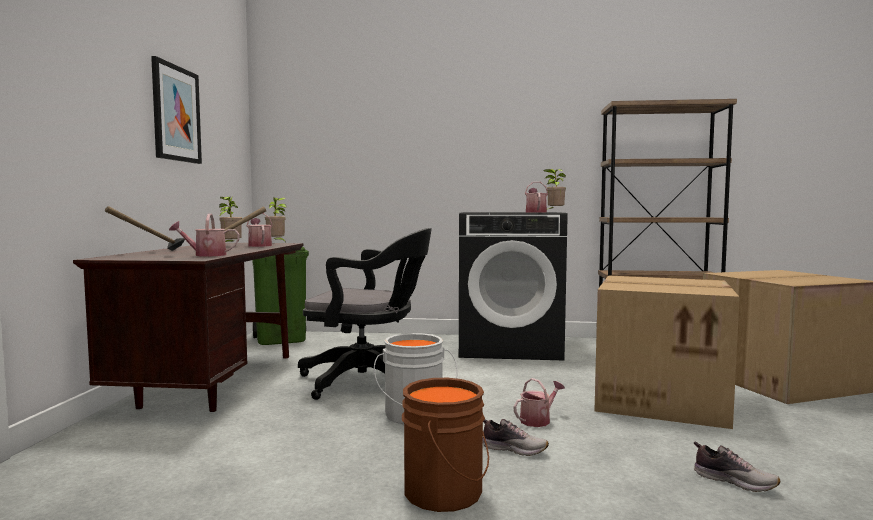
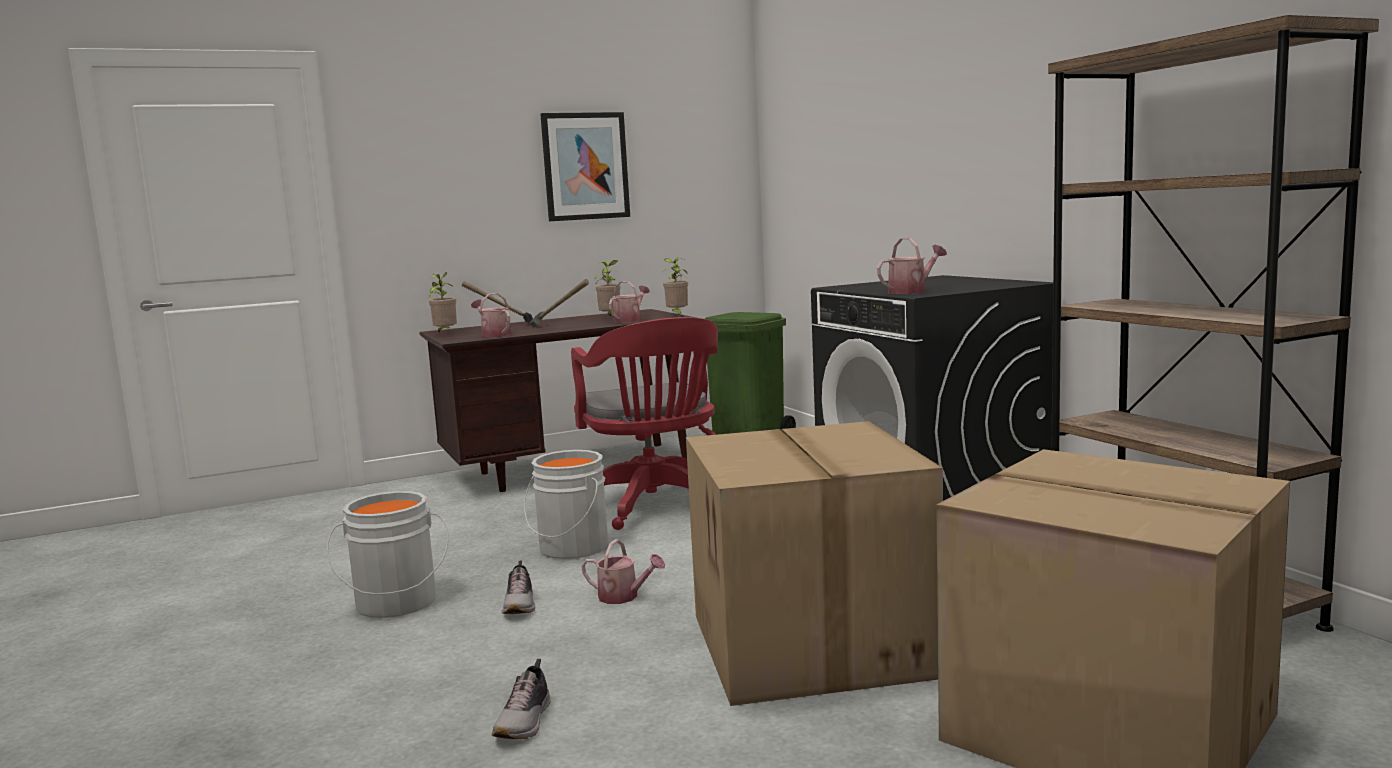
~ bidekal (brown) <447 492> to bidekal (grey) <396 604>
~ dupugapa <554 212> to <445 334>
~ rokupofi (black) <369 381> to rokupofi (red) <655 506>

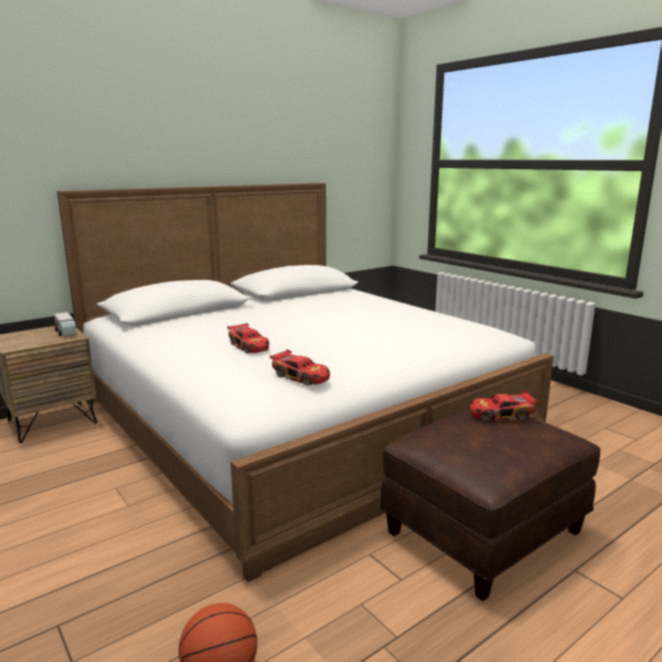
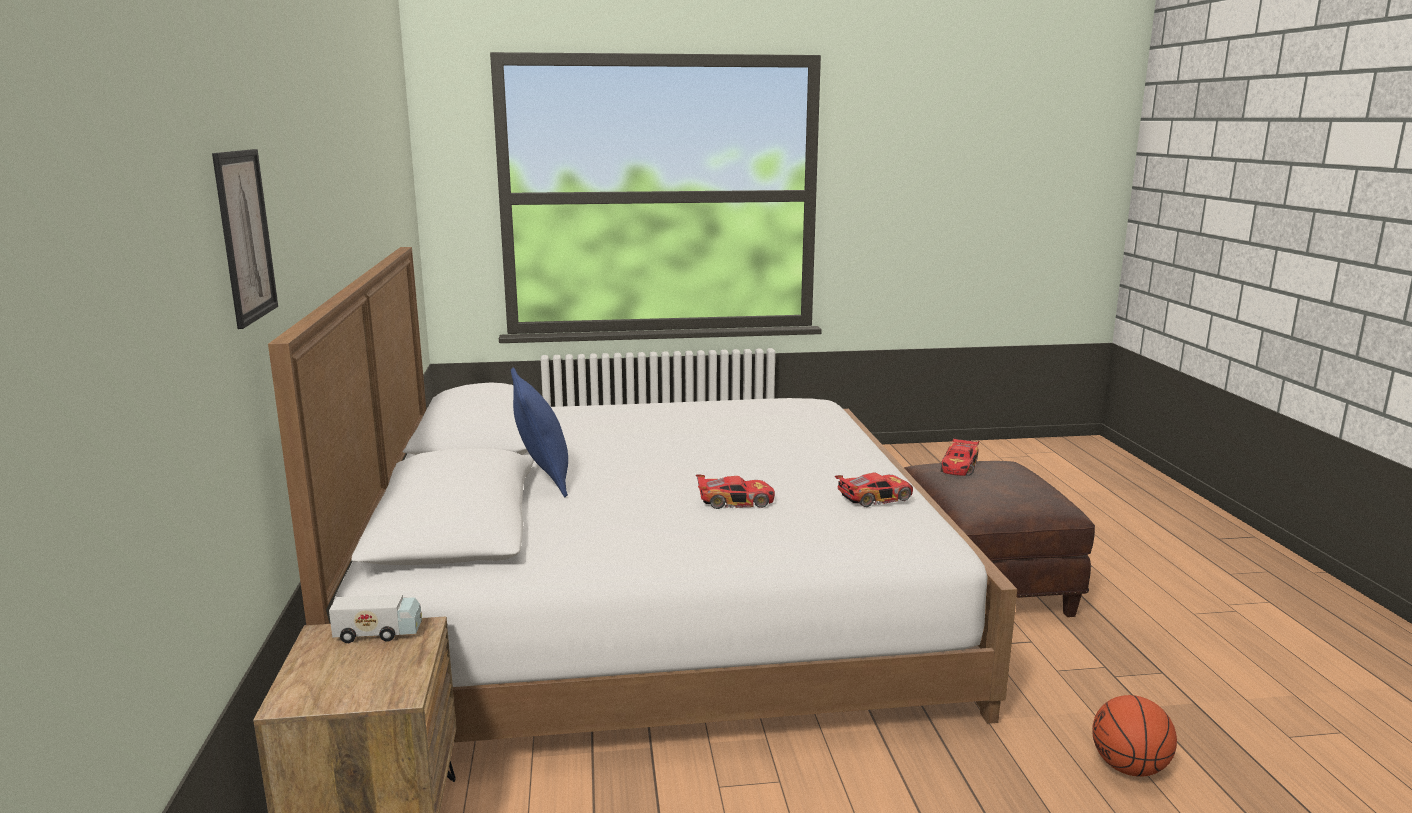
+ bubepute <245 236>
+ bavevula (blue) <543 478>

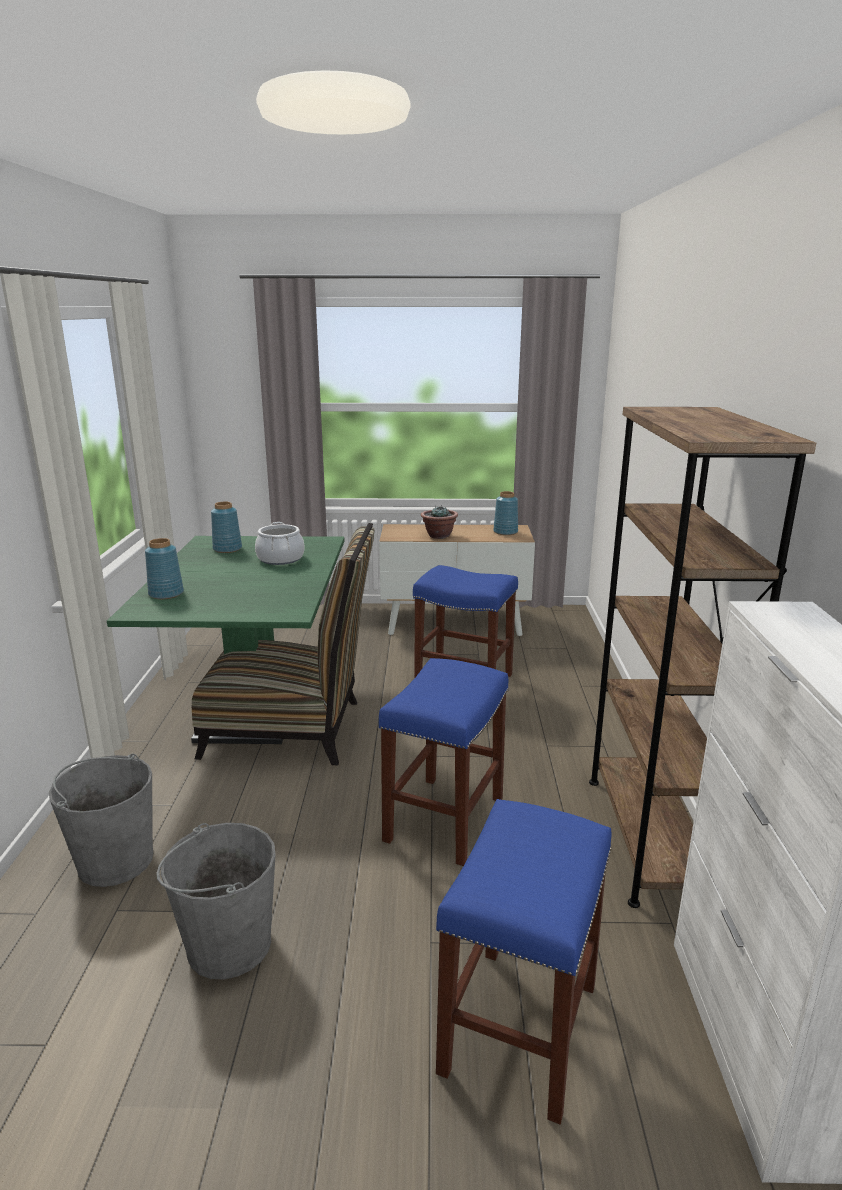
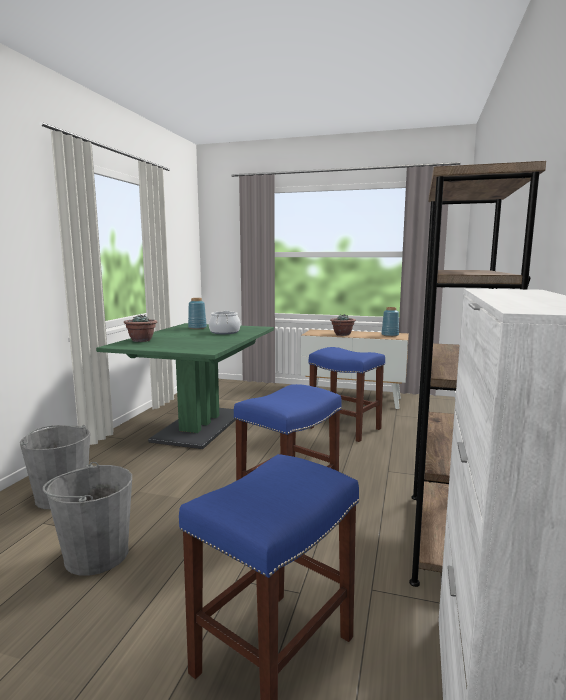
~ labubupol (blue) <166 594> to dupugapa <141 340>
- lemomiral <293 729>

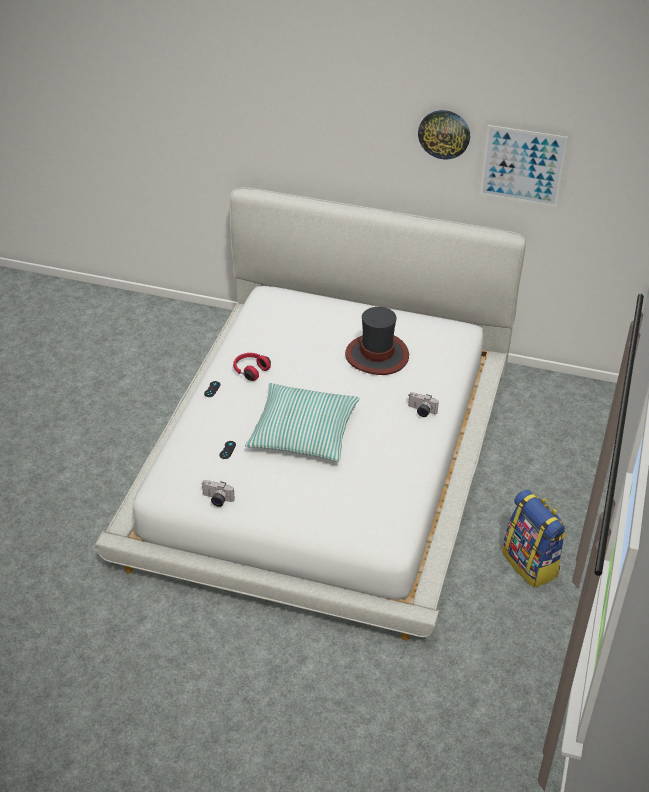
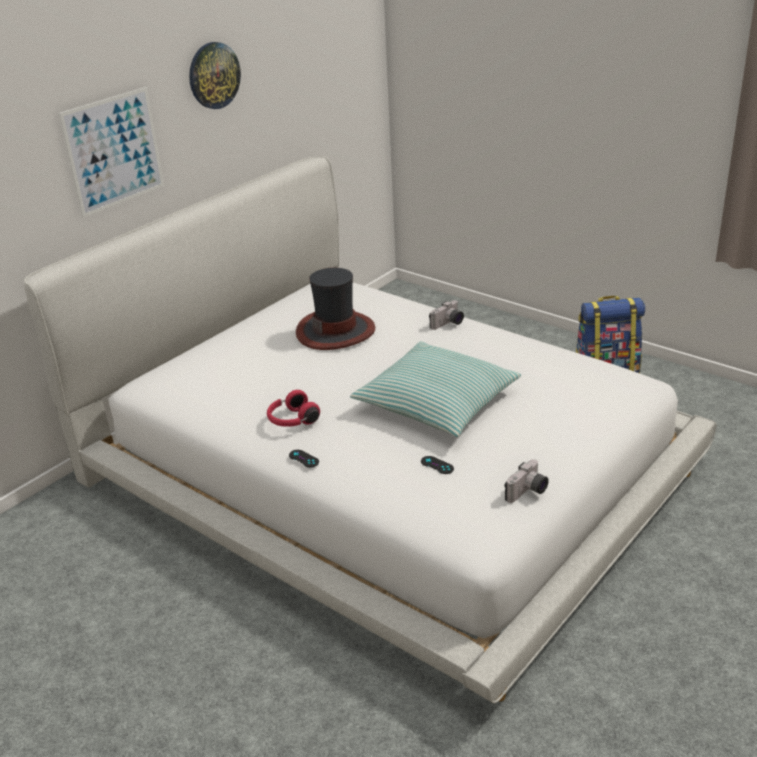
~ bubepute <522 166> to <114 151>

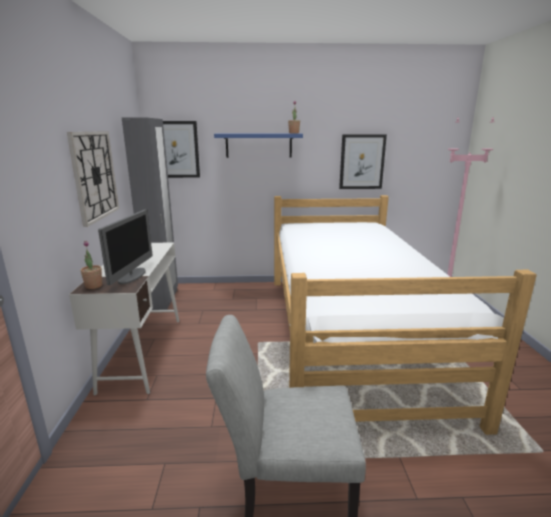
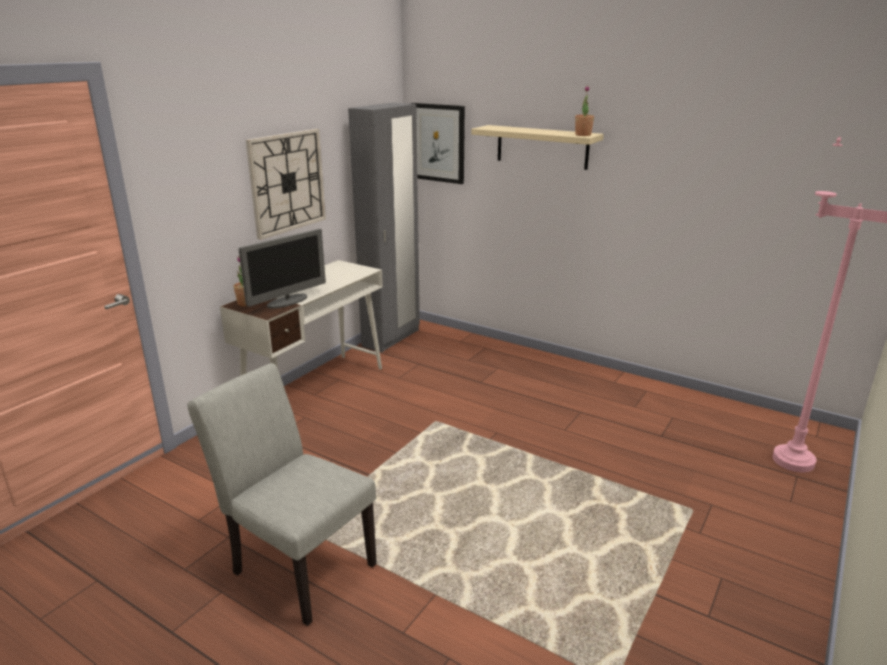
~ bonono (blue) <258 145> to bonono (beige) <542 147>
- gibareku <349 334>
- bubepute <362 162>

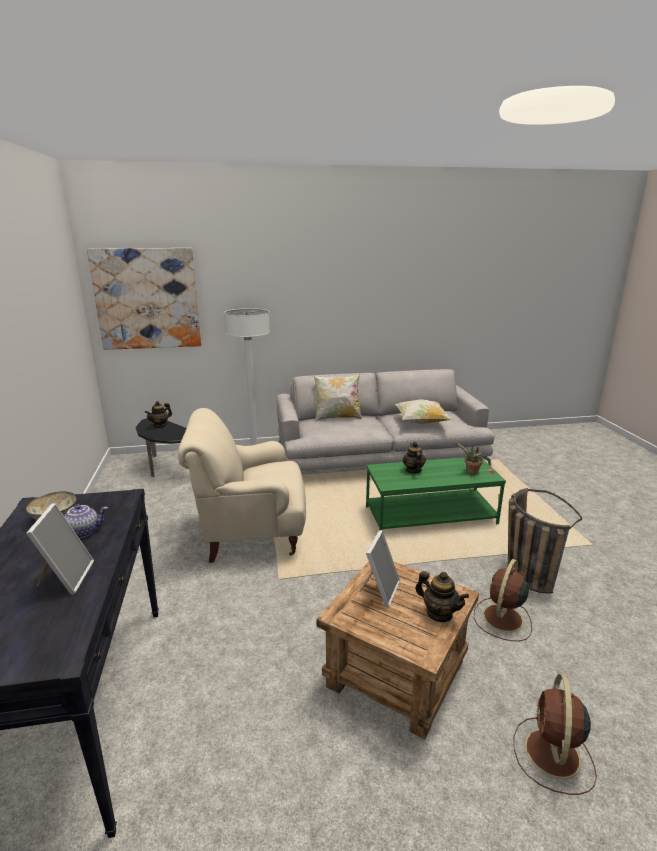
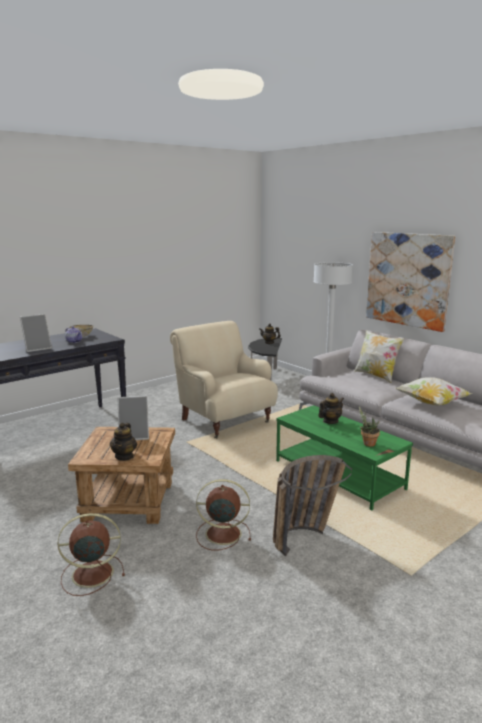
~ bubepute <147 299> to <408 279>

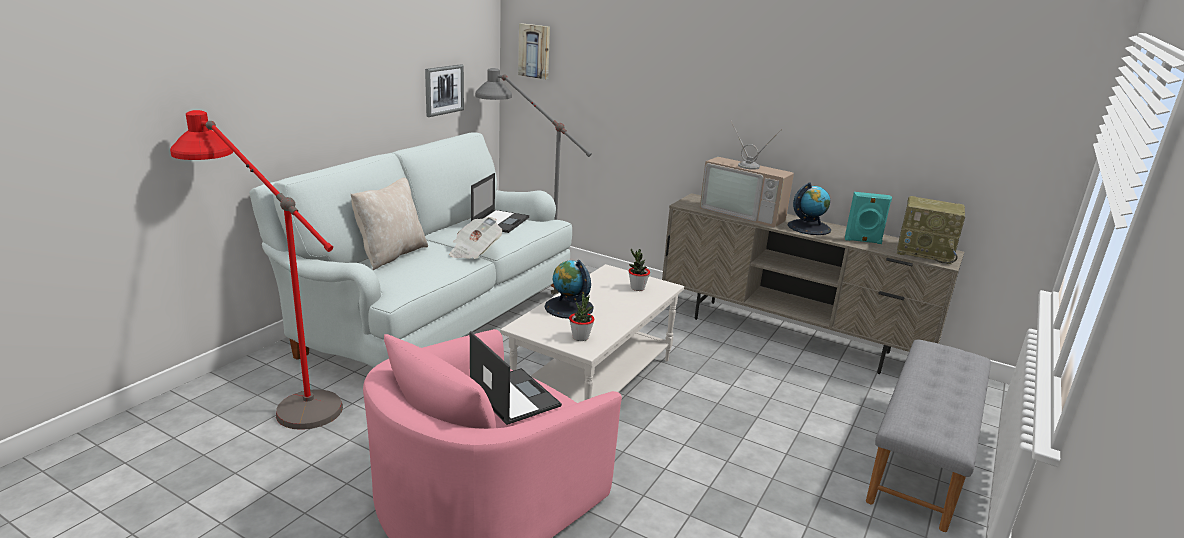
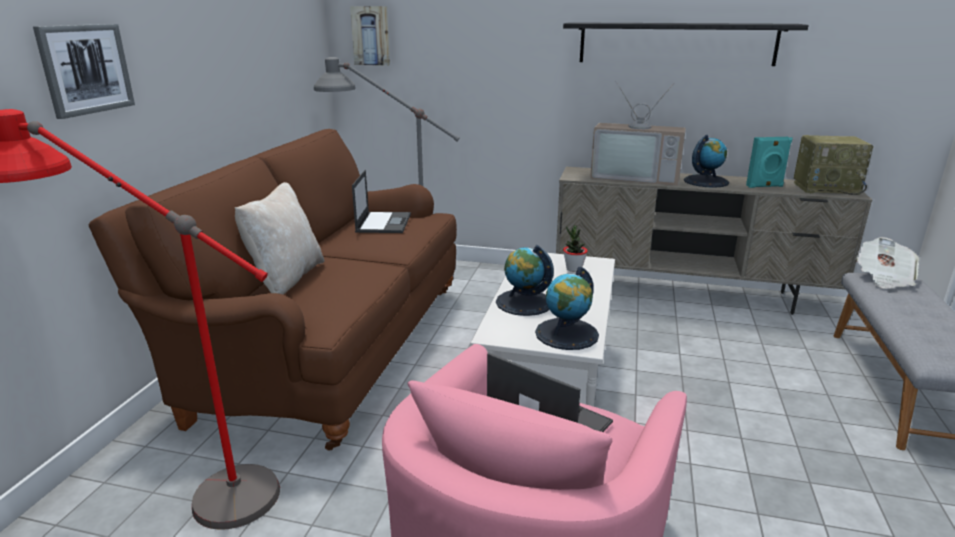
~ bubepute <443 90> to <85 69>
~ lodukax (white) <433 319> to lodukax (brown) <327 347>
~ dupugapa <580 337> to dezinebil <567 334>
+ bonono (black) <676 43>
~ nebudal <474 252> to <883 278>

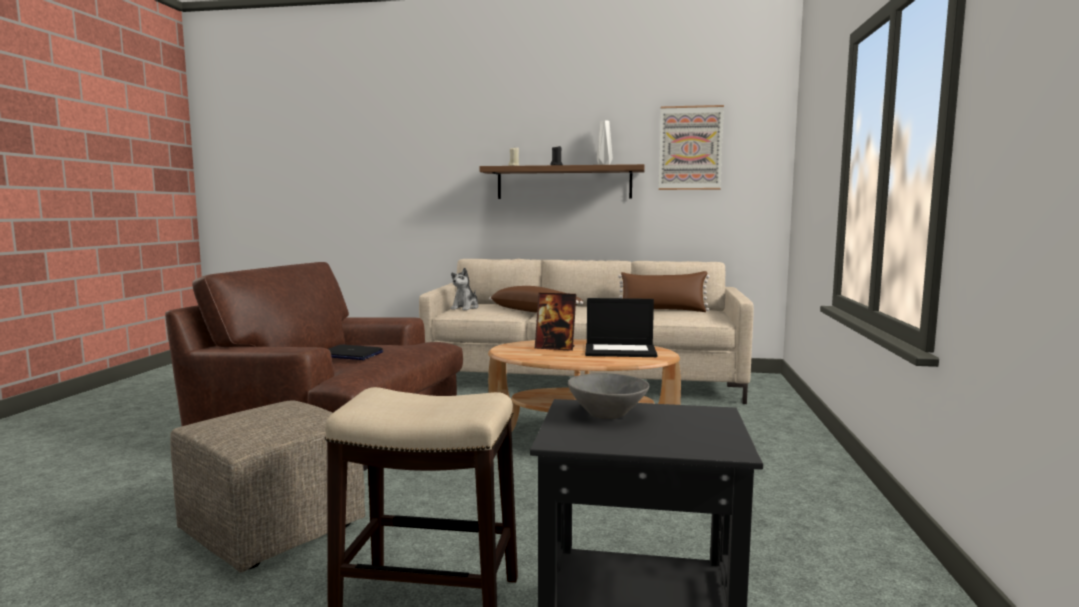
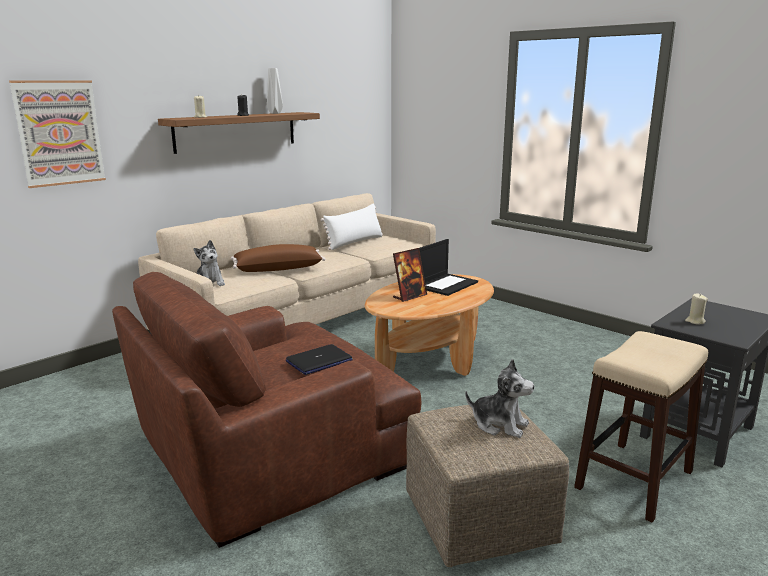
~ bubepute <690 148> to <59 133>
~ bavevula (brown) <662 310> to bavevula (white) <354 242>
+ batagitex <499 425>
~ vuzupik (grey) <608 415> to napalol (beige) <695 321>

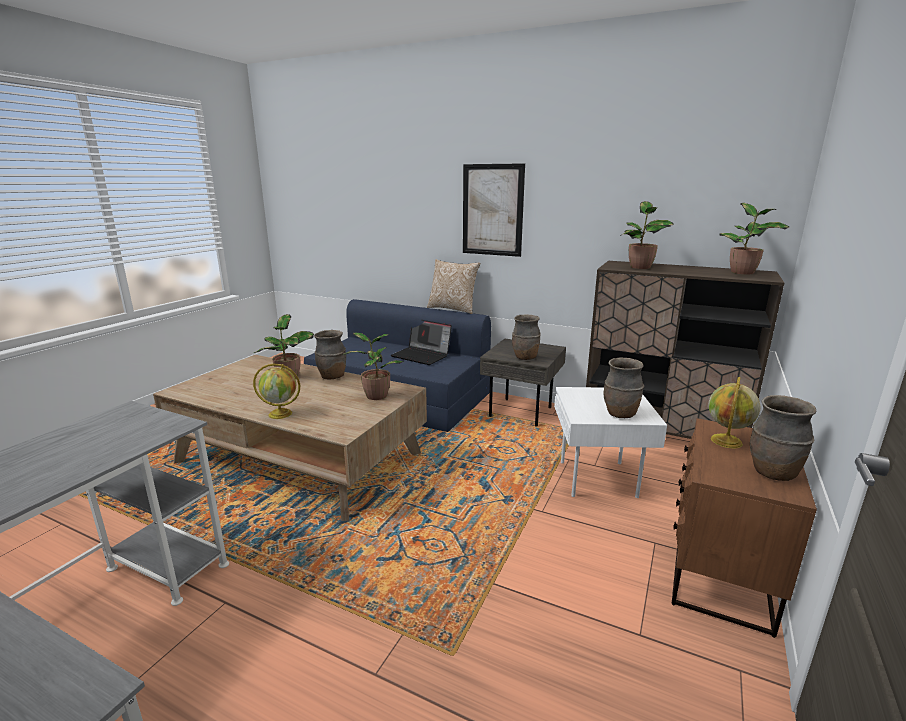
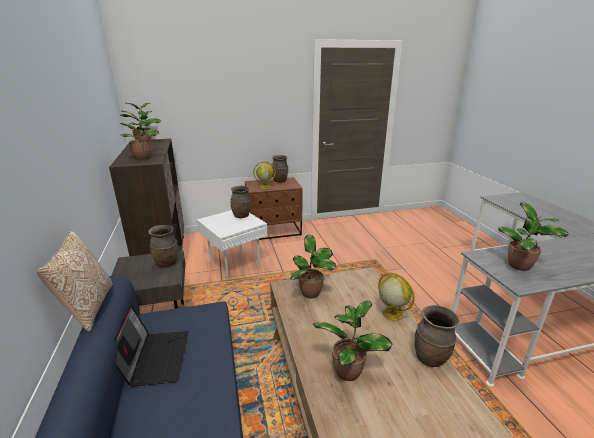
~ labubupol (brown) <332 377> to <430 359>
+ dupugapa <520 266>
- bubepute <492 210>

